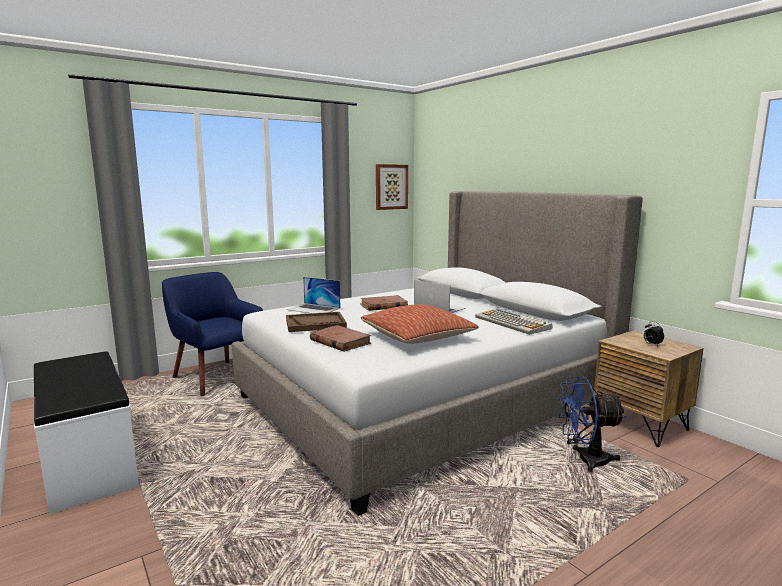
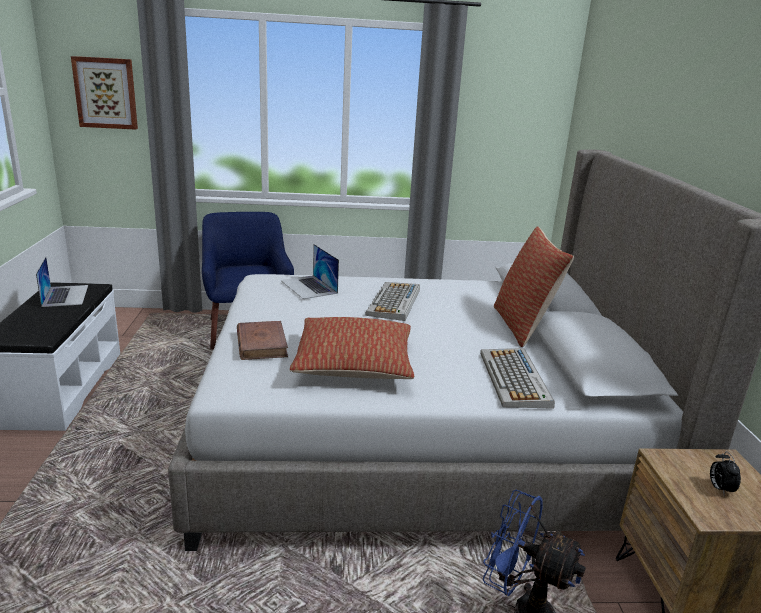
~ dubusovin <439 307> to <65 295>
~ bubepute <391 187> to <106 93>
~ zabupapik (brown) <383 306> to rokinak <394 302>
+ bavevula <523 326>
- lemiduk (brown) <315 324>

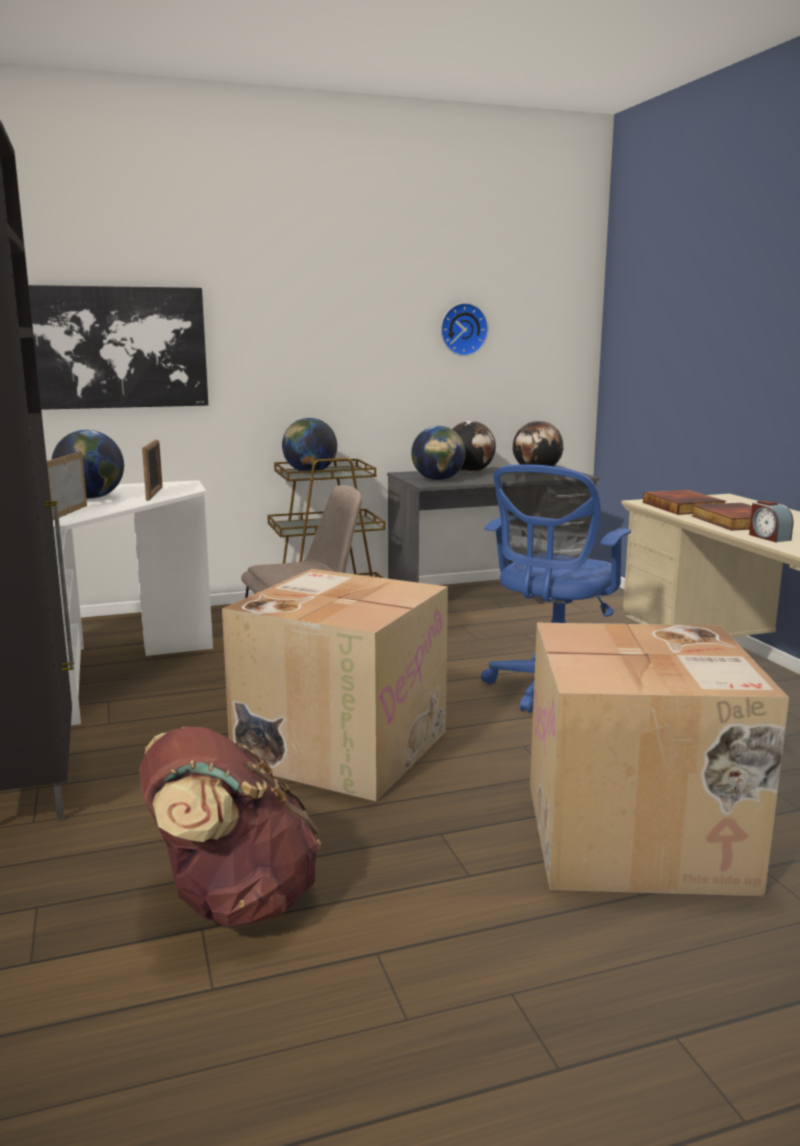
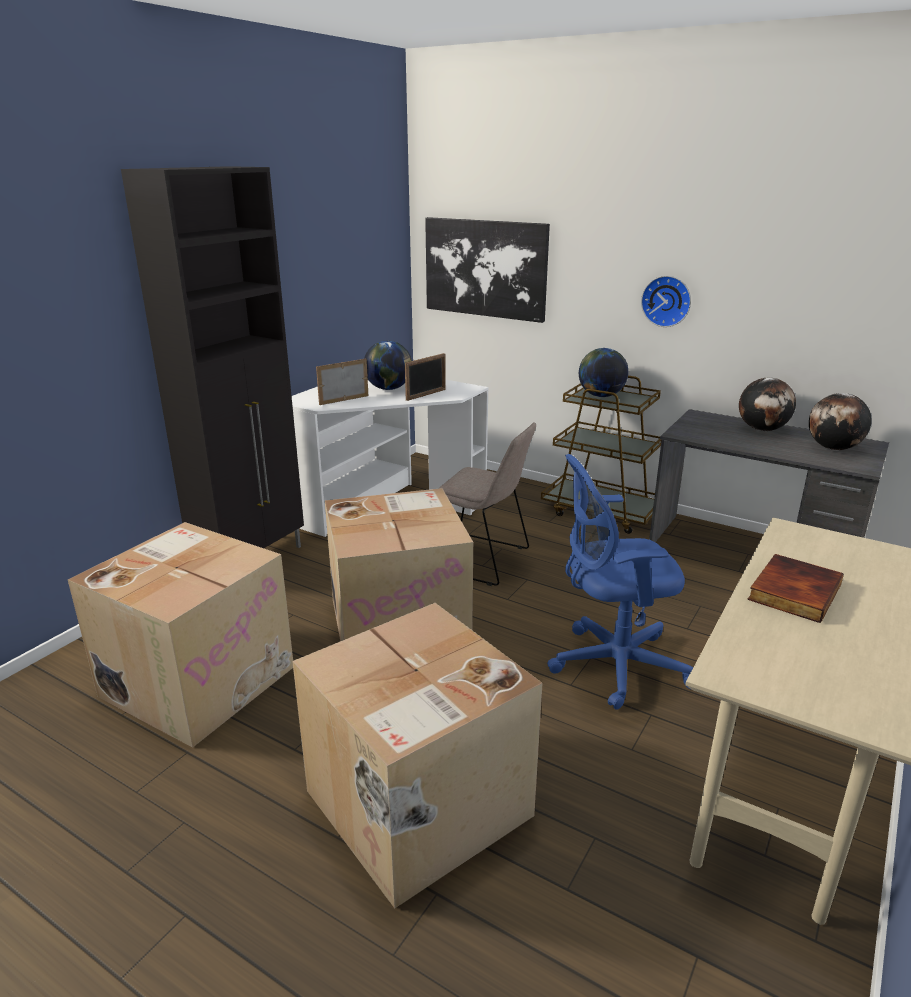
~ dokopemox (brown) <232 900> to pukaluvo <198 679>
~ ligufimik <463 329> to <667 301>
- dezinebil <438 480>
- zabupapik <684 507>
- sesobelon <768 537>

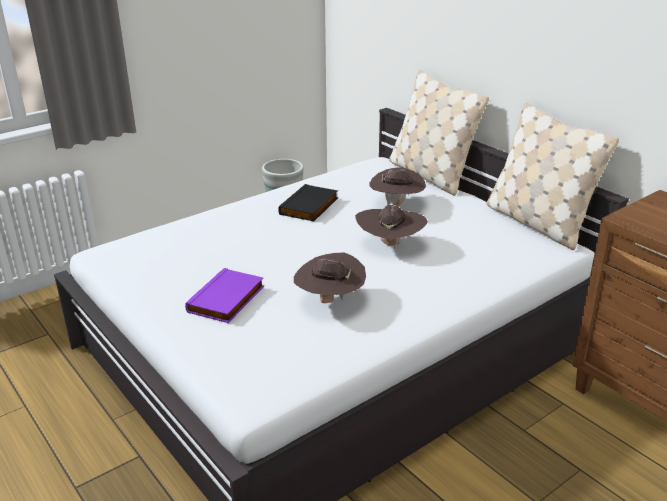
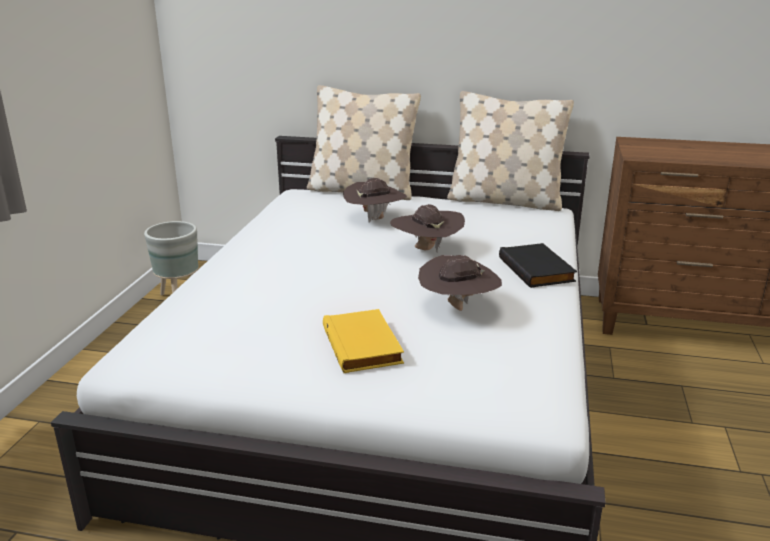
~ zabupapik (purple) <227 300> to zabupapik (yellow) <364 345>
~ zabupapik (black) <310 206> to <538 269>

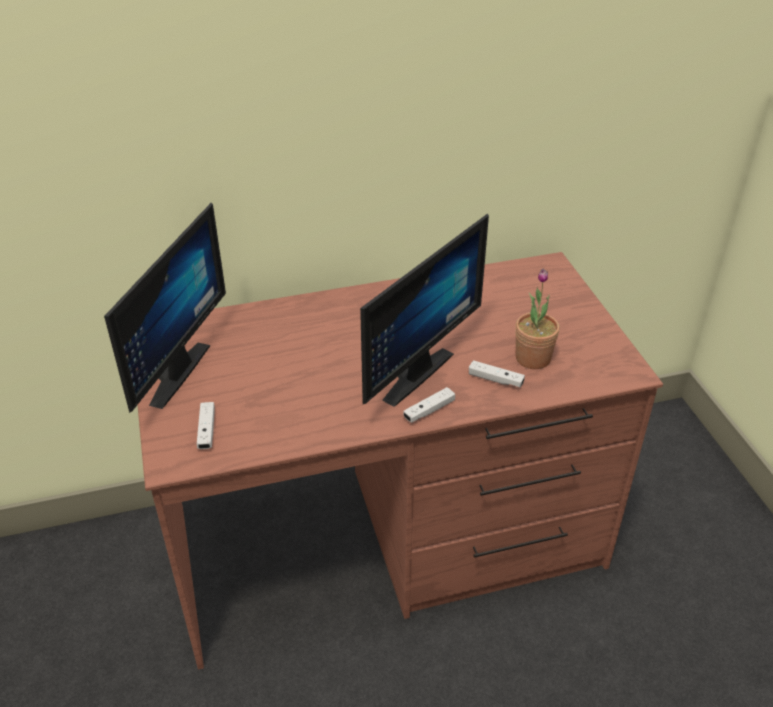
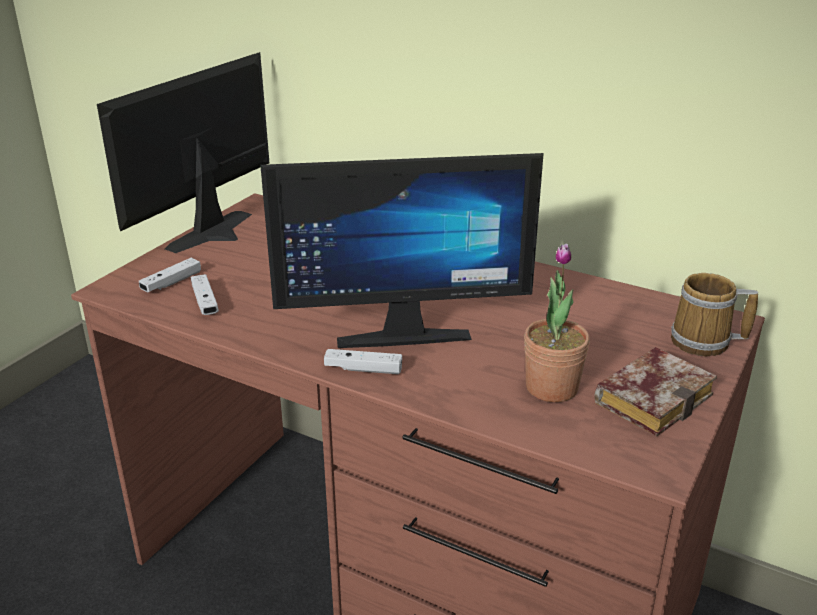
~ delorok <169 372> = <219 234> 150 degrees clockwise
~ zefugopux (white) <495 379> to <205 302>
+ zabupapik <653 396>
+ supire <704 342>

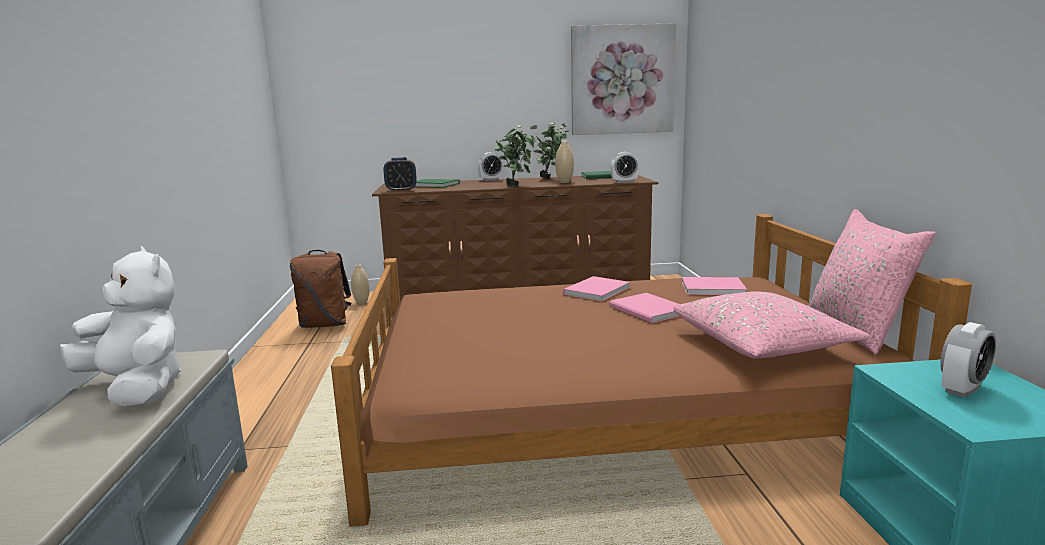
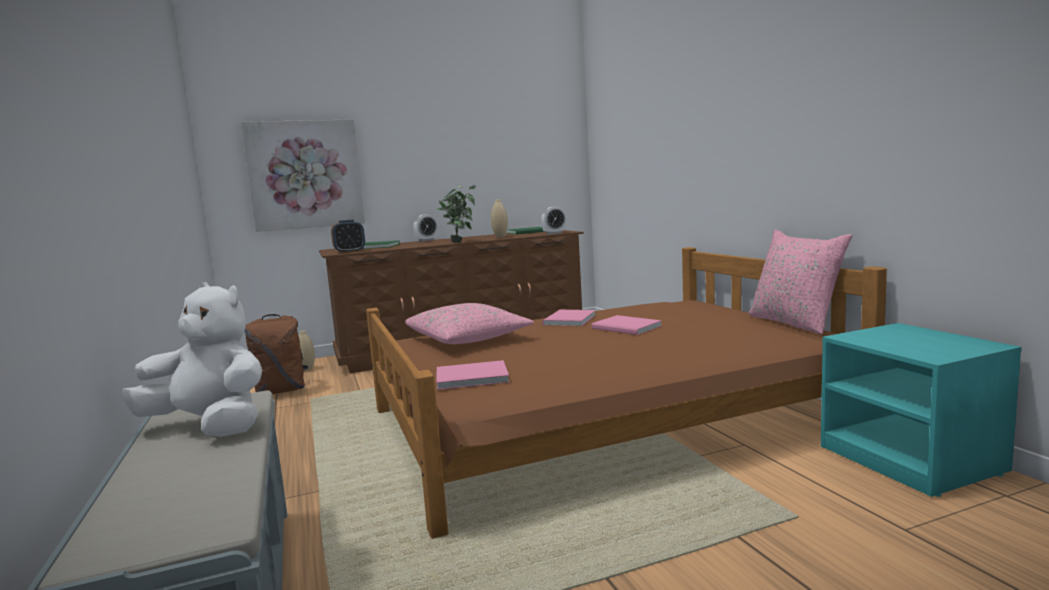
~ bubepute <622 80> to <305 175>
~ bavevula (pink) <762 344> to <468 339>
~ zabupapik (pink) <710 288> to <469 377>
- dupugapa <552 178>
- sesobelon <962 389>

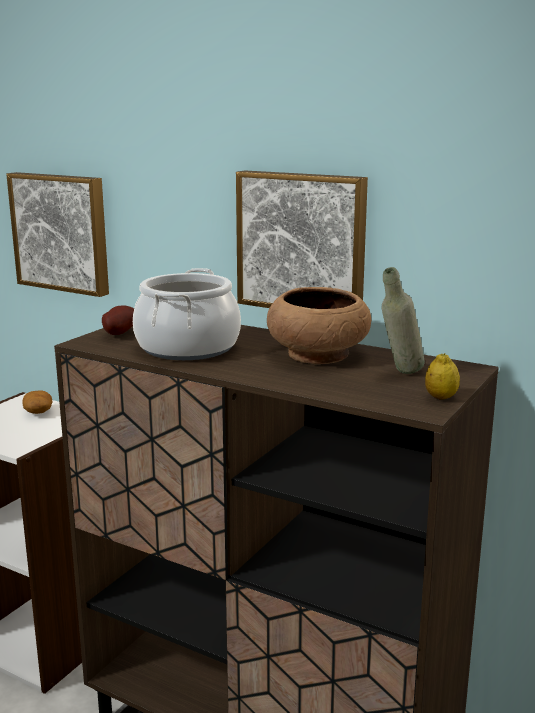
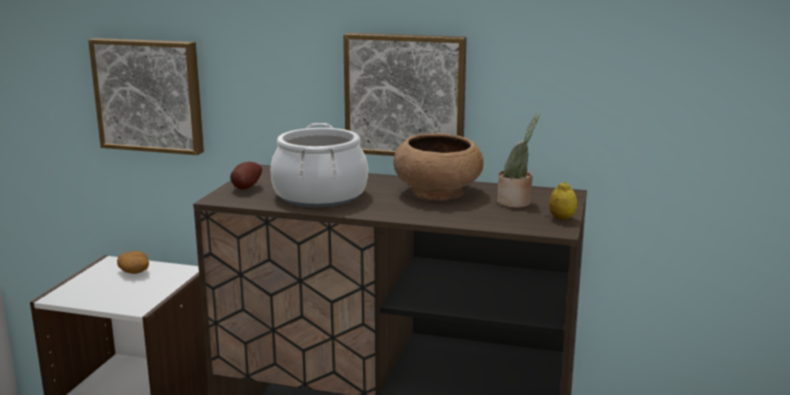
~ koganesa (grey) <400 374> to dupugapa <516 203>

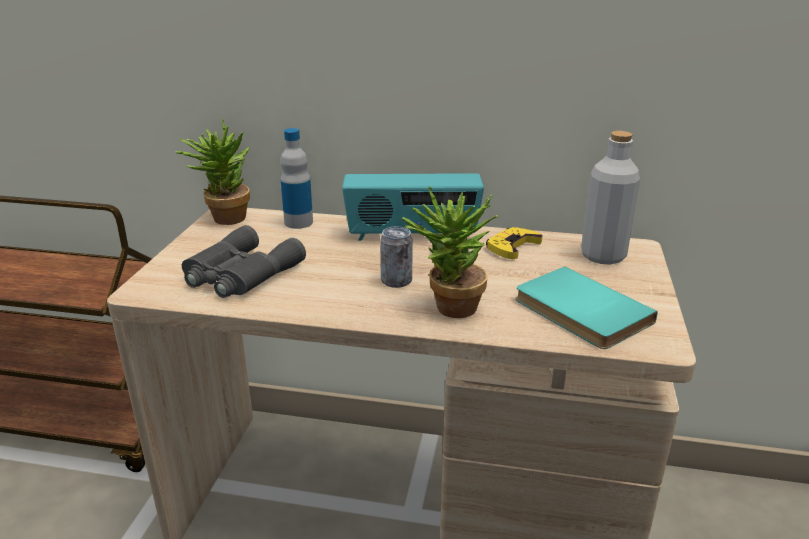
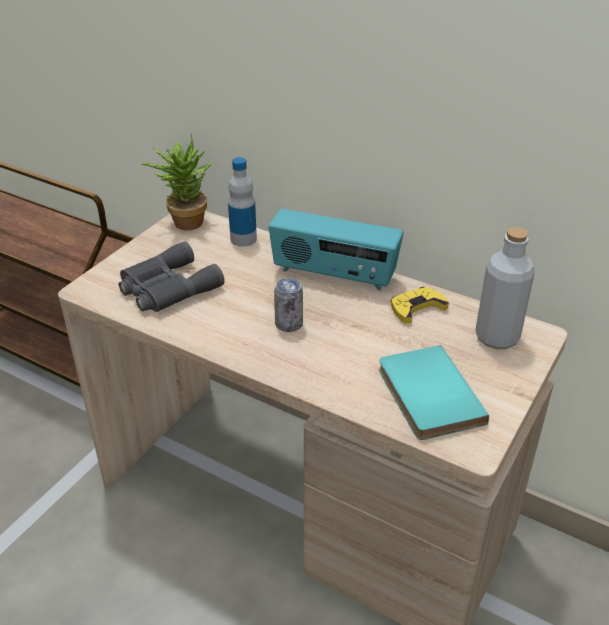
- dupugapa <448 309>

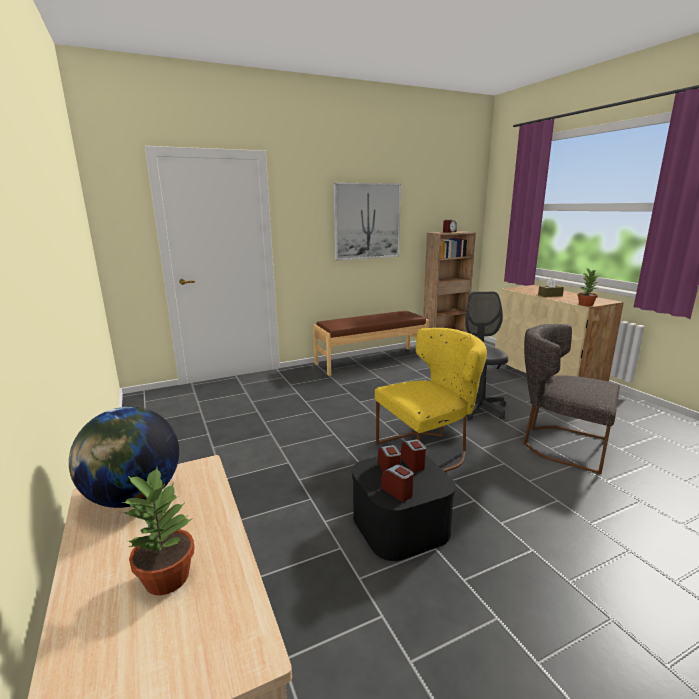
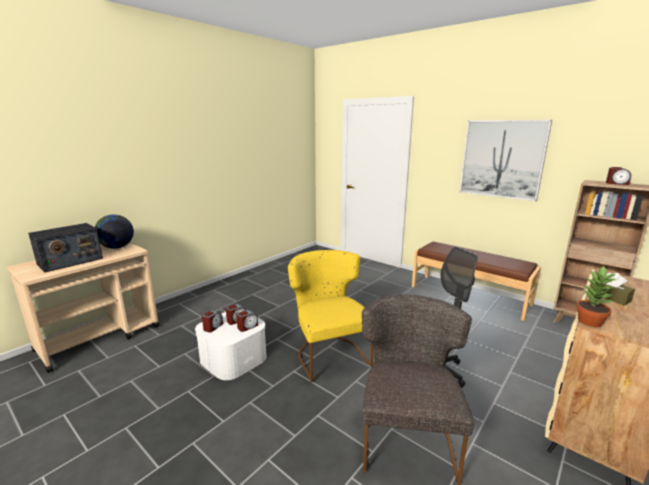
~ dupugapa <167 577> to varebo <70 261>
~ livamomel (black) <400 524> to livamomel (white) <233 357>
~ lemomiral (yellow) <428 451> = <329 353> 150 degrees counterclockwise

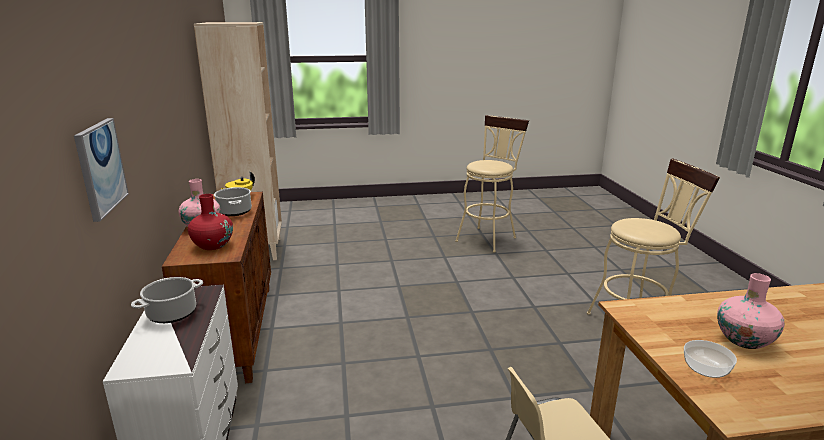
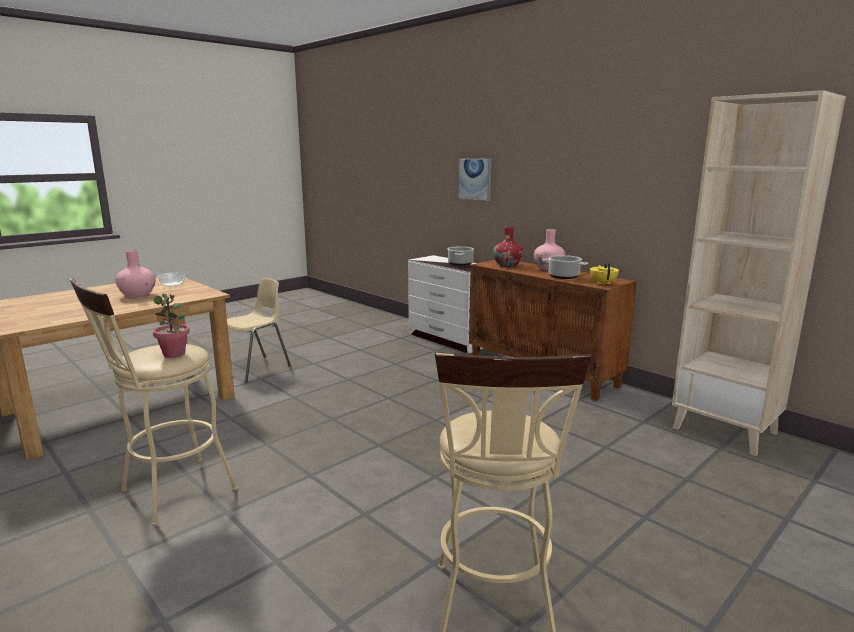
+ dupugapa <174 354>

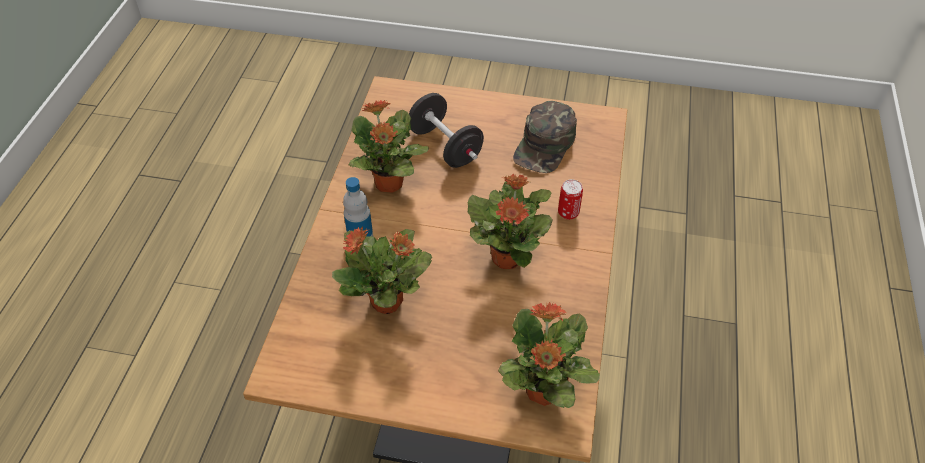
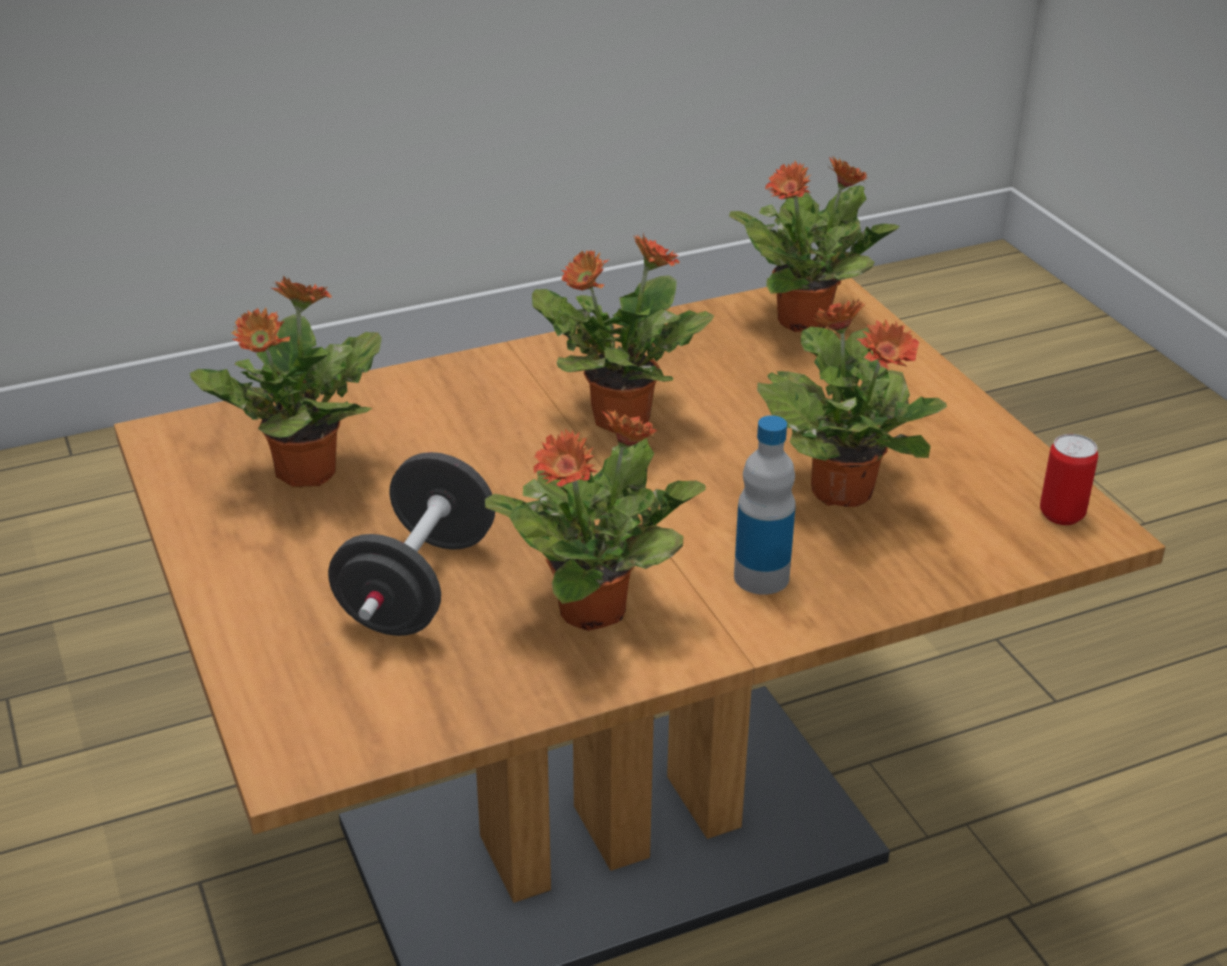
~ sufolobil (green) <545 145> to dupugapa <304 473>
~ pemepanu <568 213> to <1061 514>

